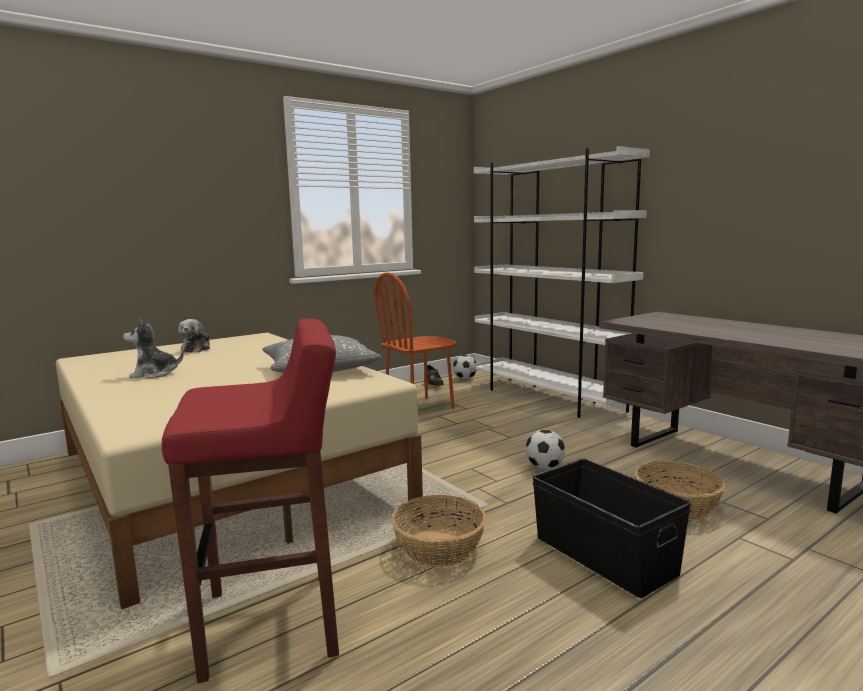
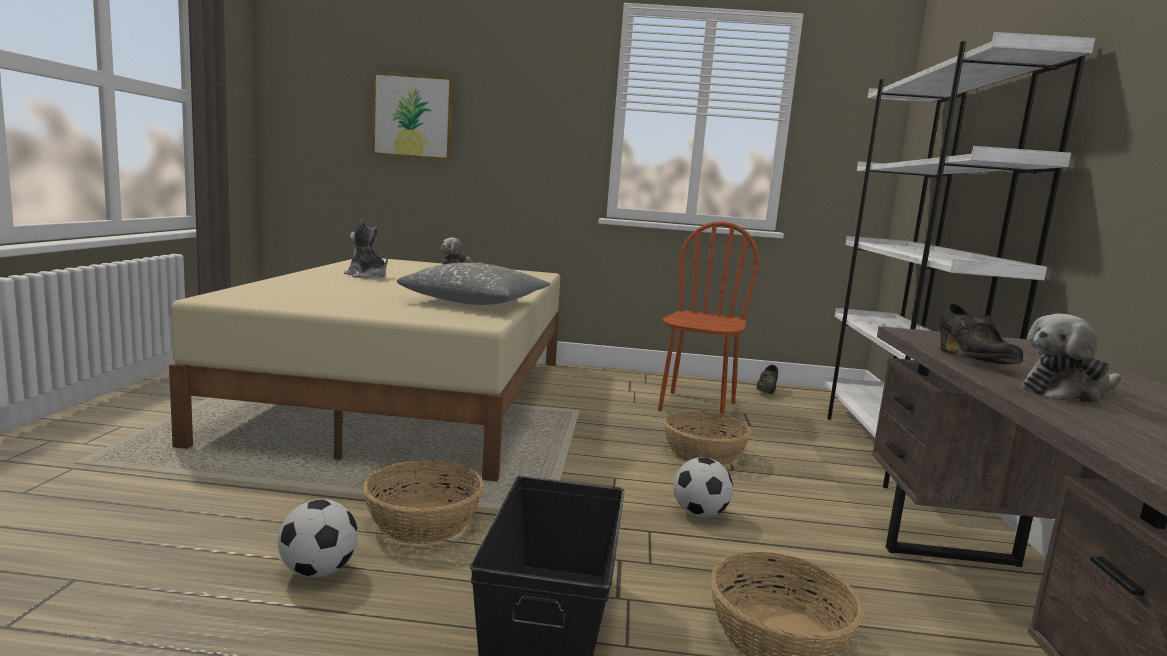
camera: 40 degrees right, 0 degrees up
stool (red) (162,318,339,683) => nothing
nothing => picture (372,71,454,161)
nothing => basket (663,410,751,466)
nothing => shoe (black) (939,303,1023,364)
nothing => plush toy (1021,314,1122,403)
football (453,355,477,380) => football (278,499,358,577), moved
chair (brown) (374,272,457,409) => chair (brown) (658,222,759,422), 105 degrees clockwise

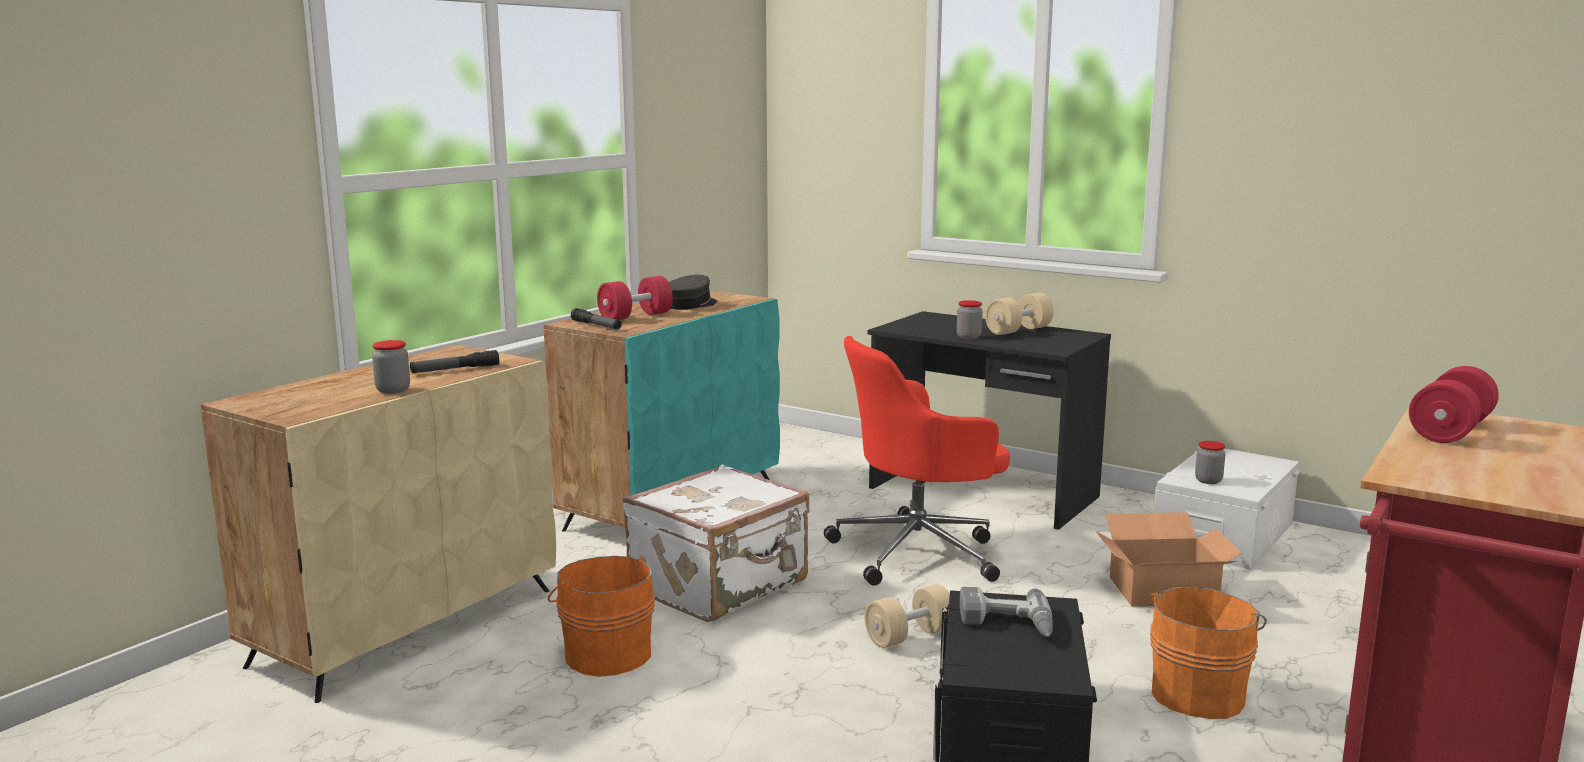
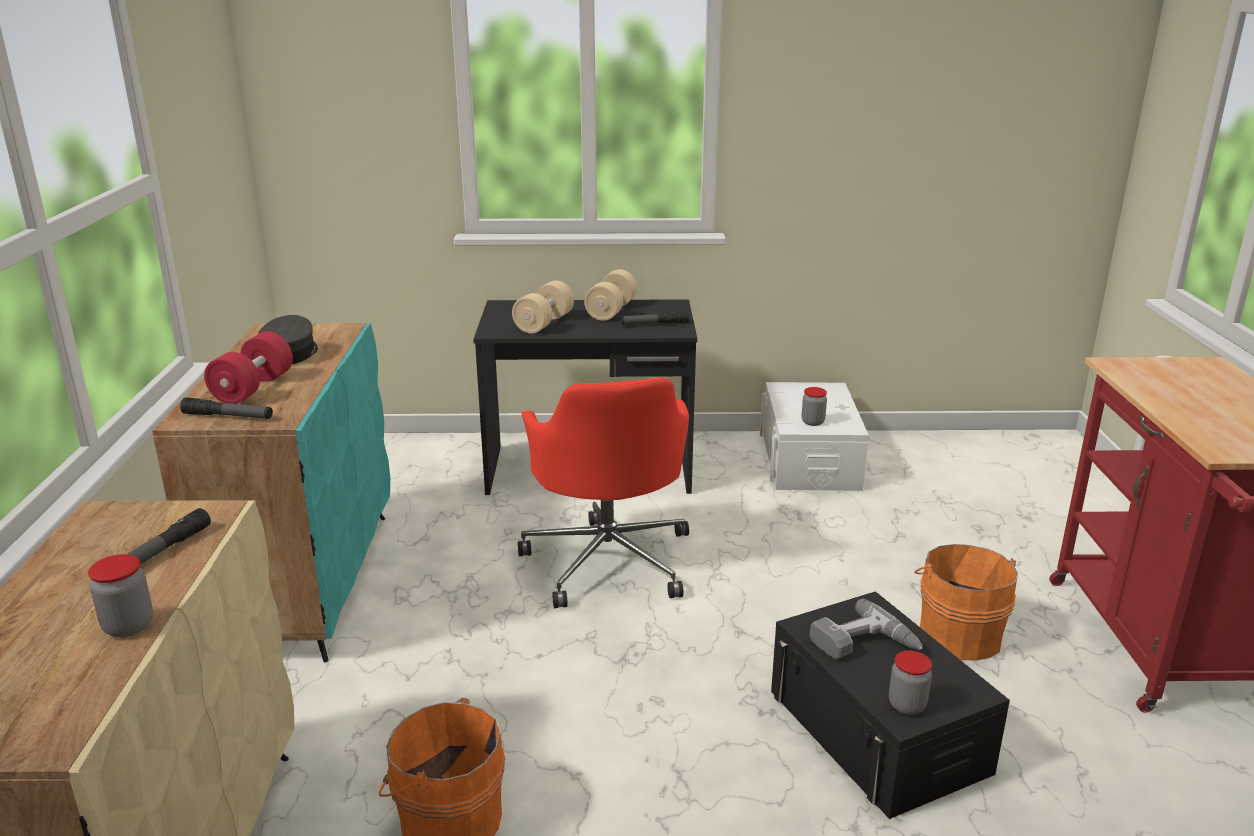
camera: 35 degrees left, 10 degrees up
suitcase (white) (623,464,809,622) => nothing
cardboard box (1096,512,1243,606) => nothing
dumbbell (red) (1409,366,1499,443) => nothing
nothing => flashlight (621,311,689,325)
dumbbell (beige) (865,584,950,648) => dumbbell (beige) (512,281,574,334), moved
jar (957,300,983,339) => jar (889,651,932,715), moved
office chair (red) (824,336,1010,586) => office chair (red) (518,377,689,608), 45 degrees counterclockwise

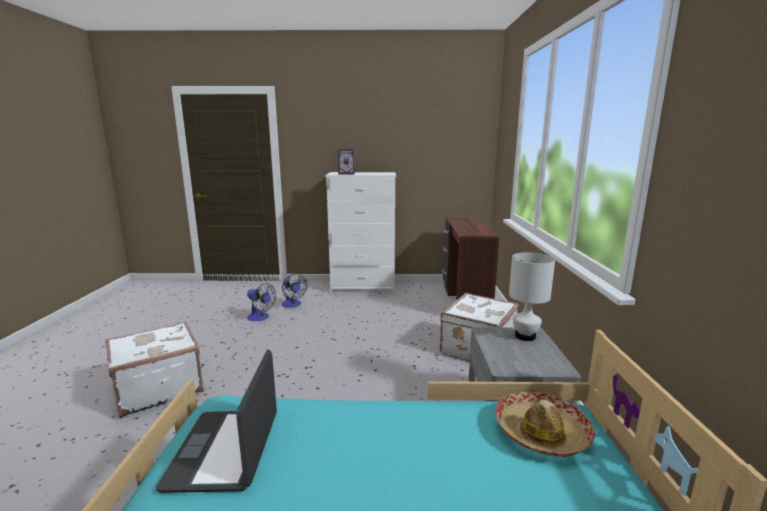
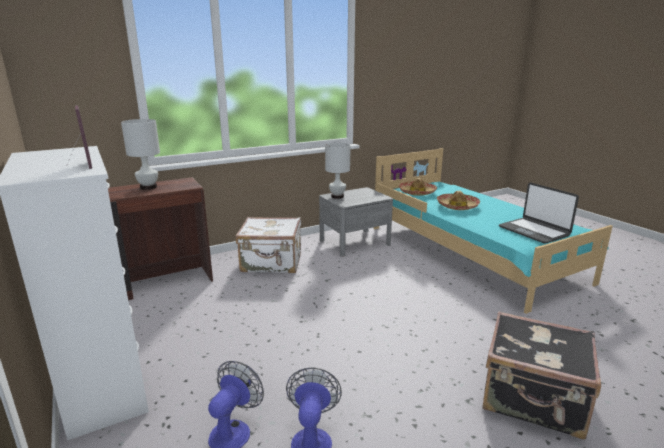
camera: 120 degrees left, 5 degrees up
nothing => table lamp (white) (121,119,160,190)
nothing => hat (437,191,480,210)
suitcase (white) (105,321,204,418) => suitcase (black) (482,311,601,439)
laptop (156,350,277,493) => laptop (499,183,579,244), 90 degrees clockwise

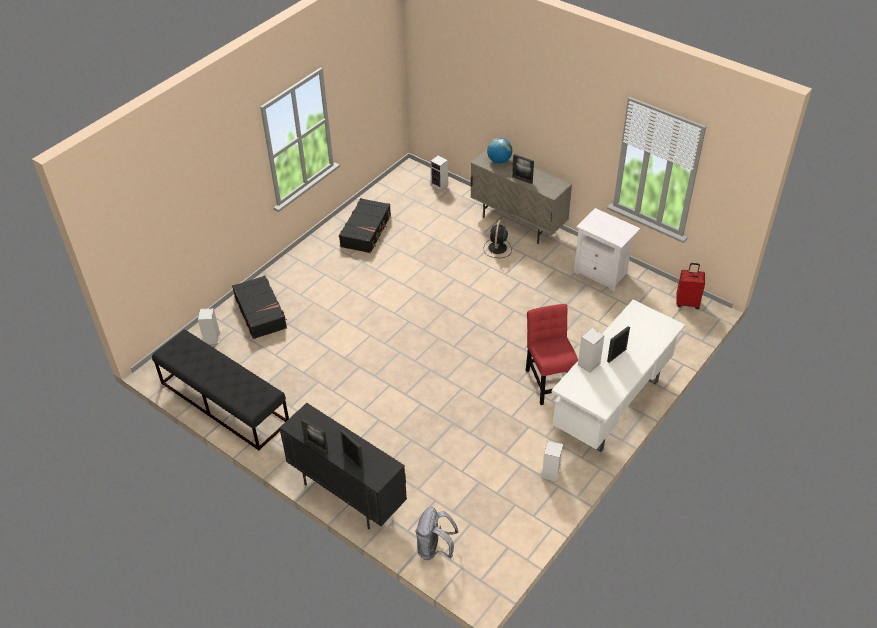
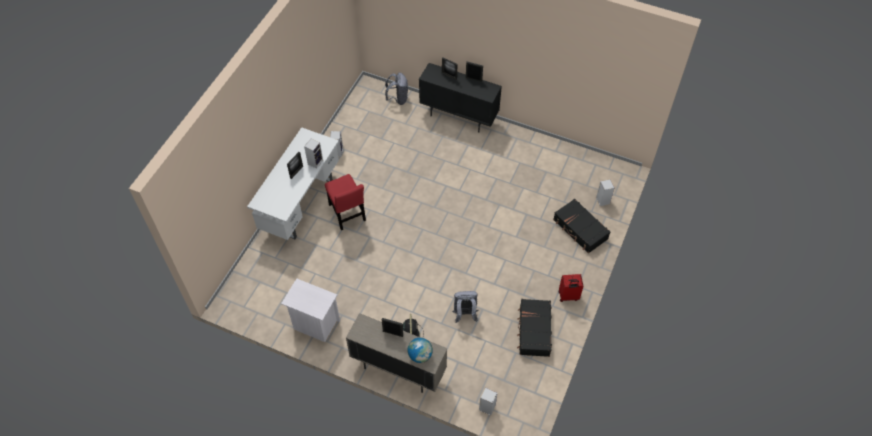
camera: 165 degrees right, 10 degrees up
bench (black) (152,330,289,451) => nothing
nothing => backpack (grey) (452,291,478,323)
suitcase (red) (676,263,705,310) => suitcase (red) (558,274,583,302), moved

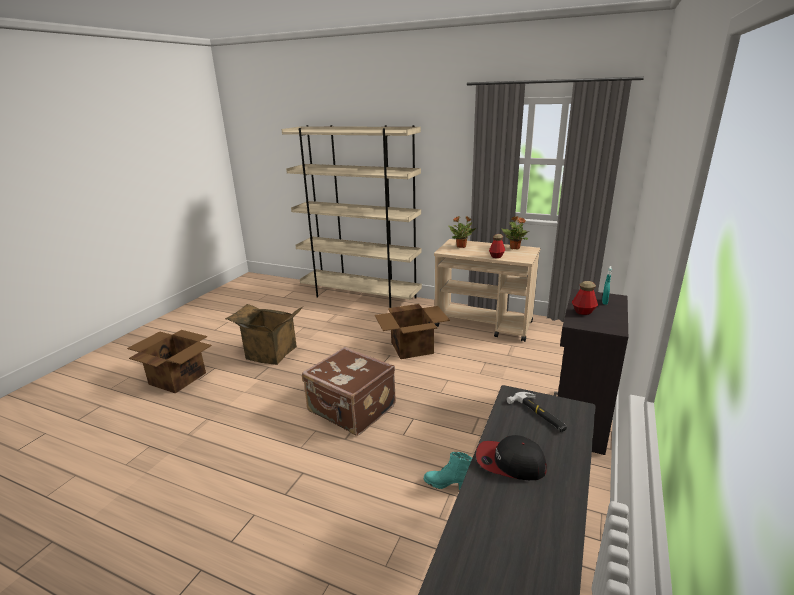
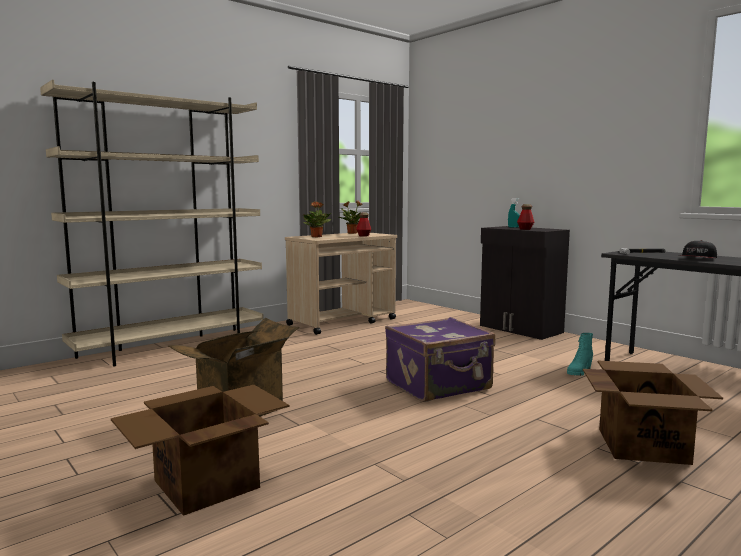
camera: 65 degrees left, 15 degrees down
cardboard box (375,304,450,359) => cardboard box (583,361,723,465), moved
suitcase (brown) (302,347,396,436) => suitcase (purple) (385,317,495,402)

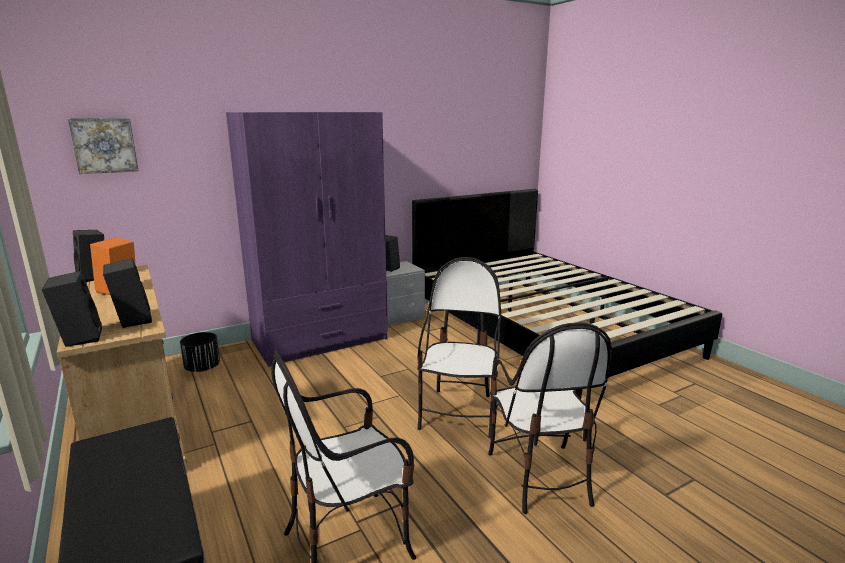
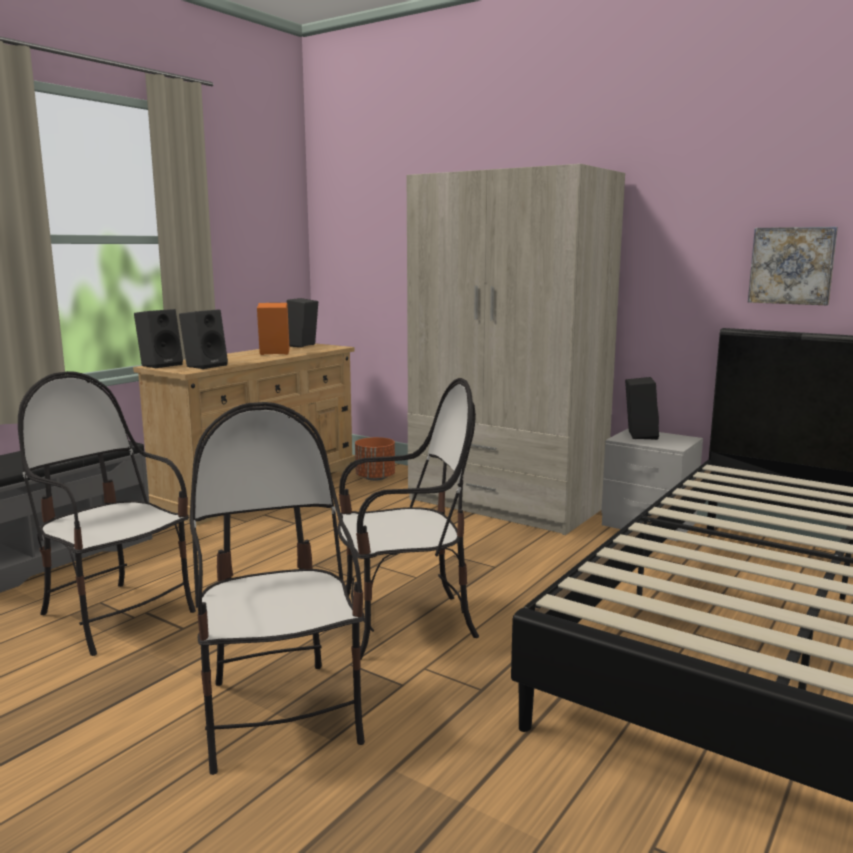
camera: 65 degrees right, 5 degrees down
picture (68,118,139,174) => picture (748,227,838,305), moved
planter (black) (180,332,220,372) => planter (orange) (355,437,395,481)
wardrobe (purple) (226,112,388,367) => wardrobe (beige) (407,164,625,535)
chair (488,322,612,514) => chair (190,402,365,775), 105 degrees clockwise

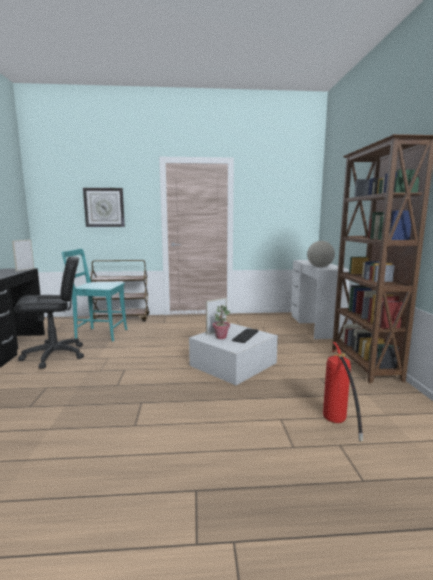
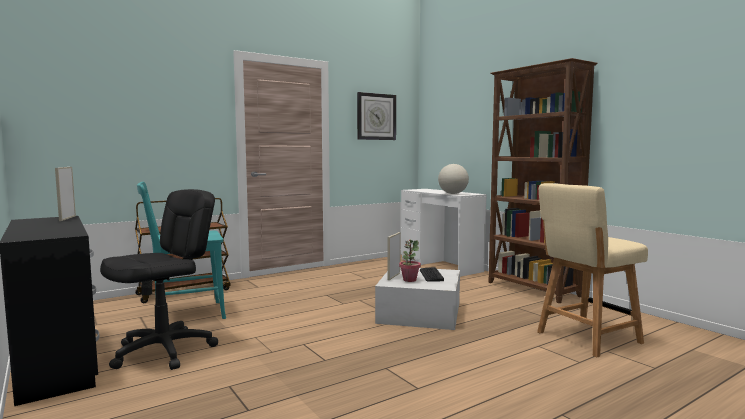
camera: 30 degrees left, 5 degrees down
wall clock (83,188,125,227) => wall clock (357,92,396,140), moved
fire extinguisher (323,342,363,442) => chair (beige) (537,183,648,358)

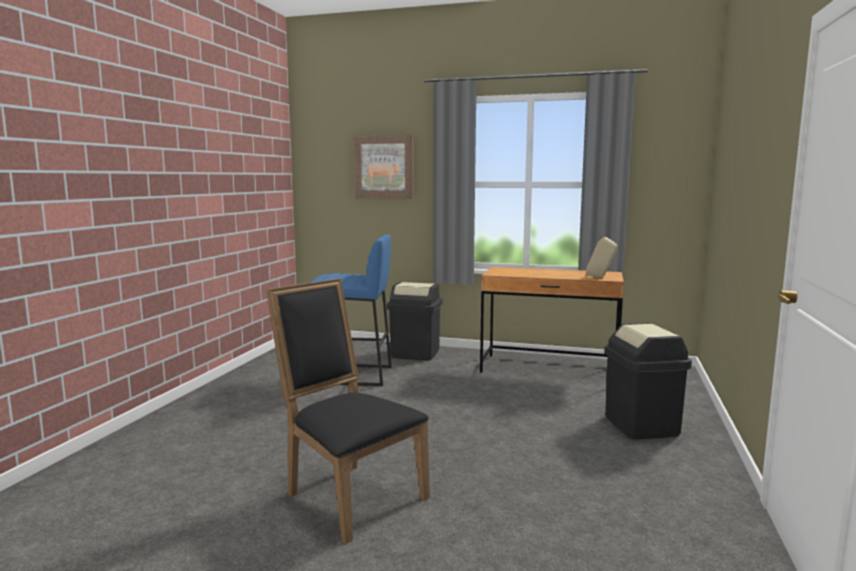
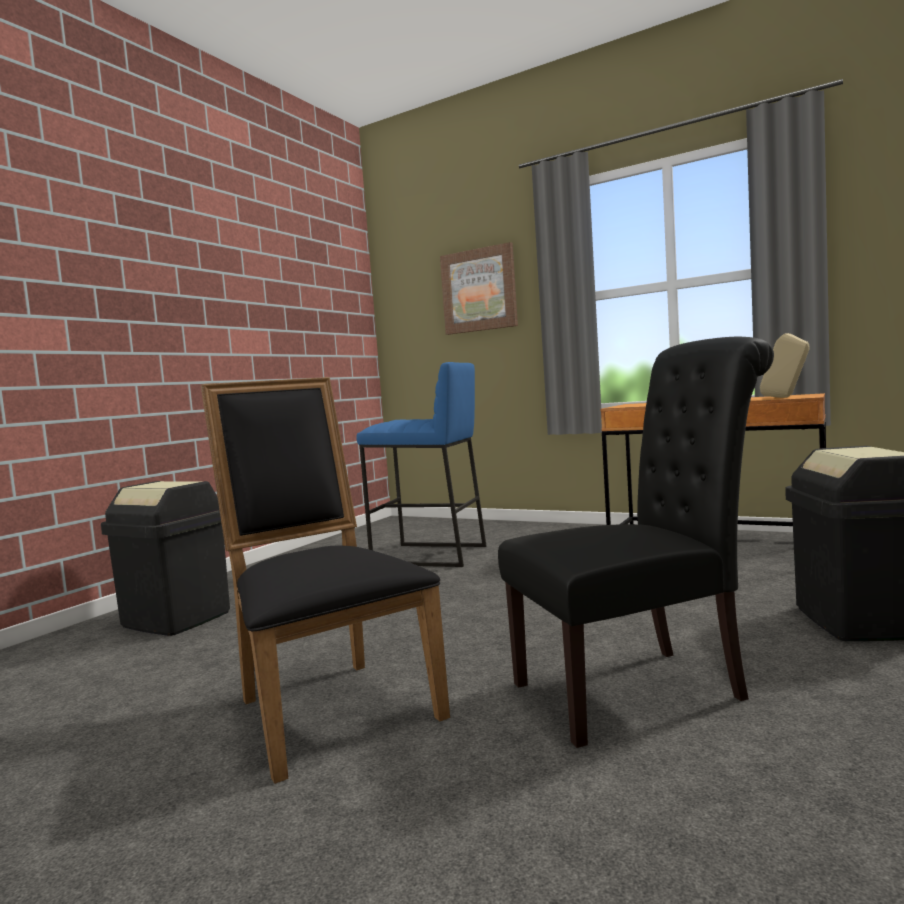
camera: 15 degrees right, 5 degrees down
nothing => chair (black) (498,337,774,748)
trash can (black) (387,282,443,361) => trash can (black) (101,481,230,636), moved

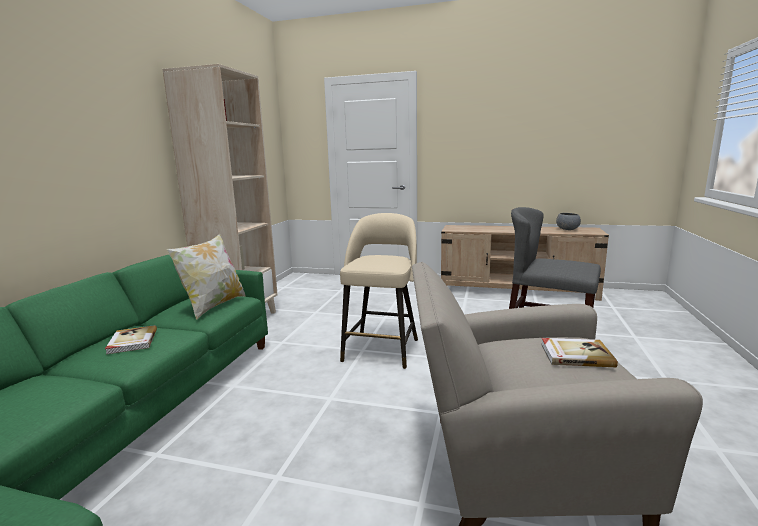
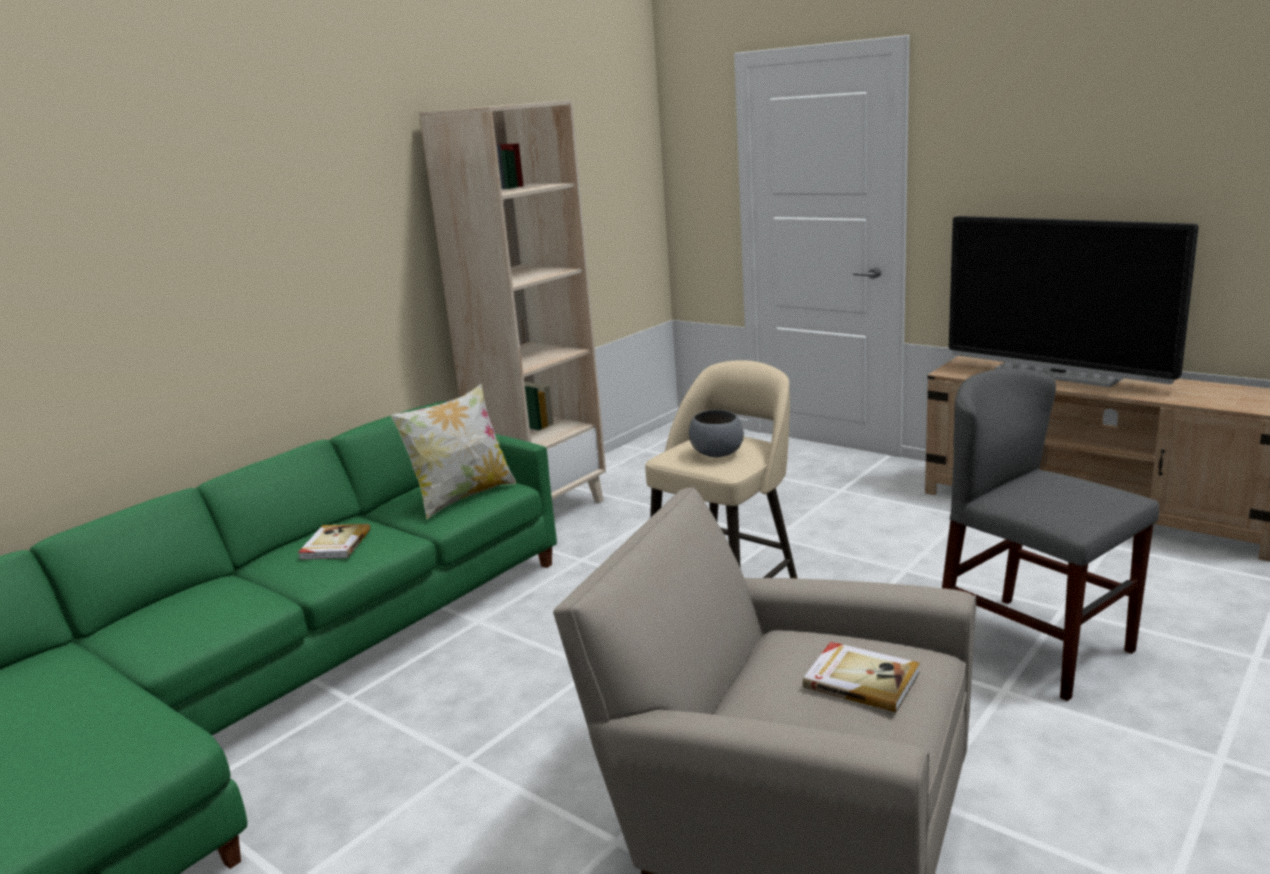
camera: 25 degrees right, 5 degrees up
nothing => television (949,216,1199,388)
bowl (grey) (556,213,581,230) => bowl (grey) (689,410,744,457), moved

